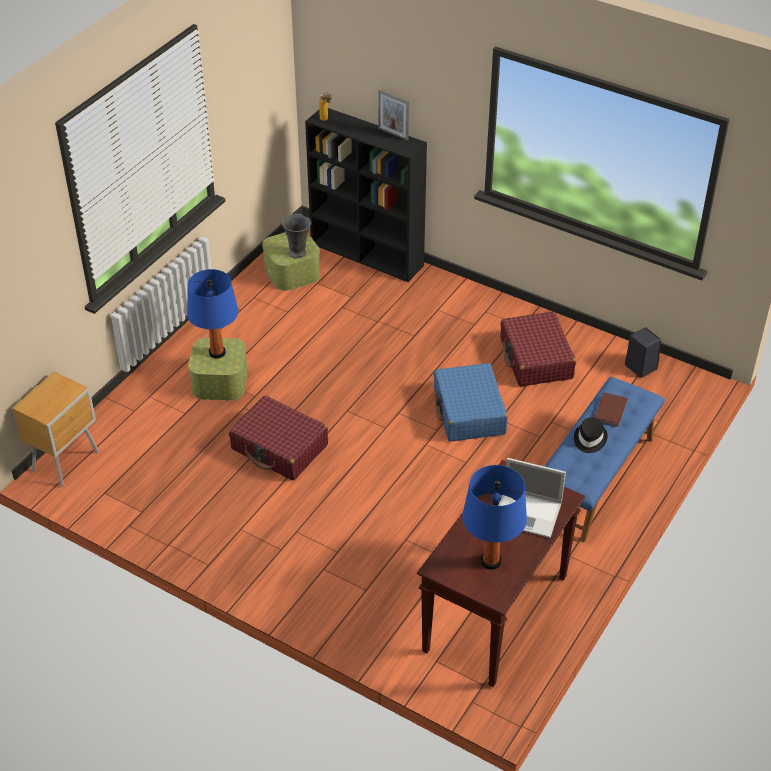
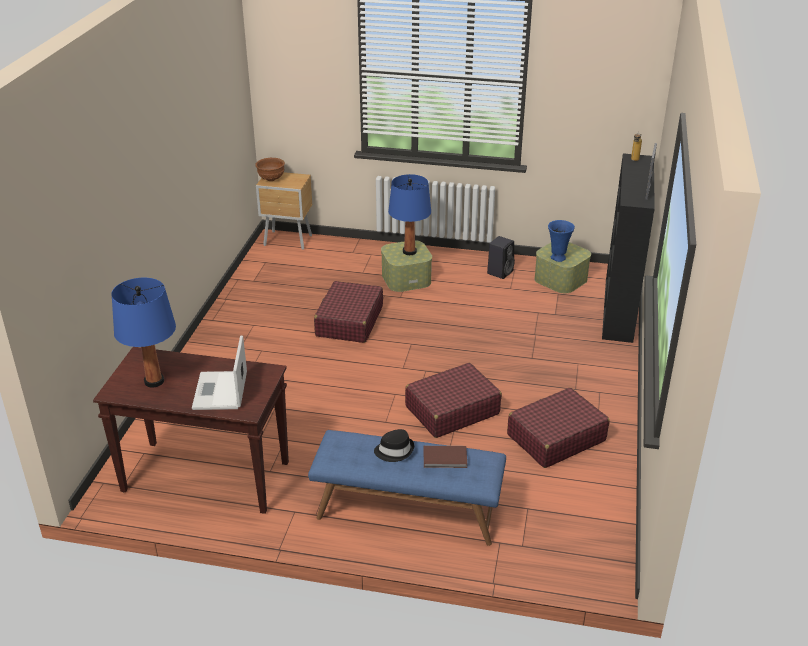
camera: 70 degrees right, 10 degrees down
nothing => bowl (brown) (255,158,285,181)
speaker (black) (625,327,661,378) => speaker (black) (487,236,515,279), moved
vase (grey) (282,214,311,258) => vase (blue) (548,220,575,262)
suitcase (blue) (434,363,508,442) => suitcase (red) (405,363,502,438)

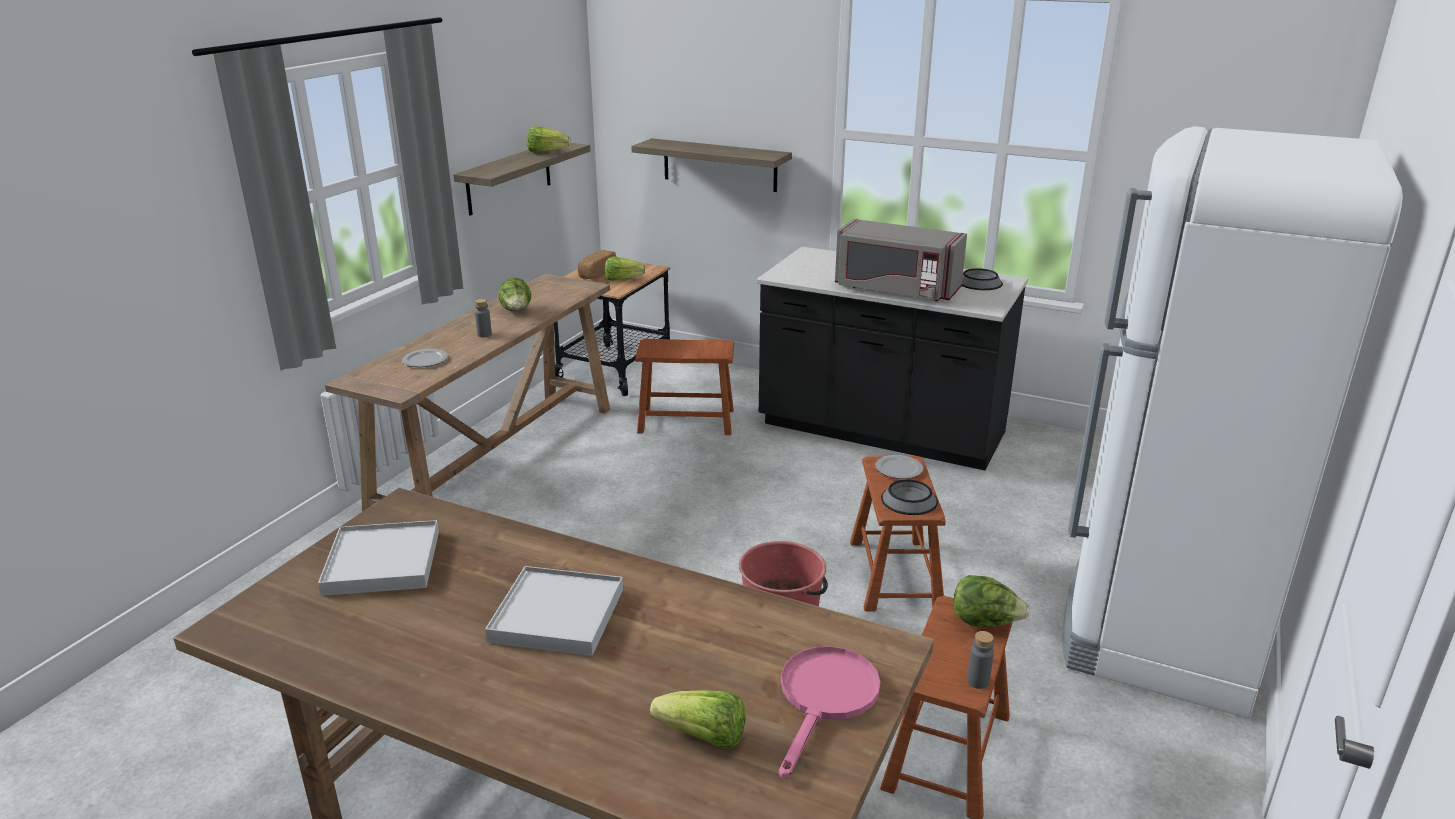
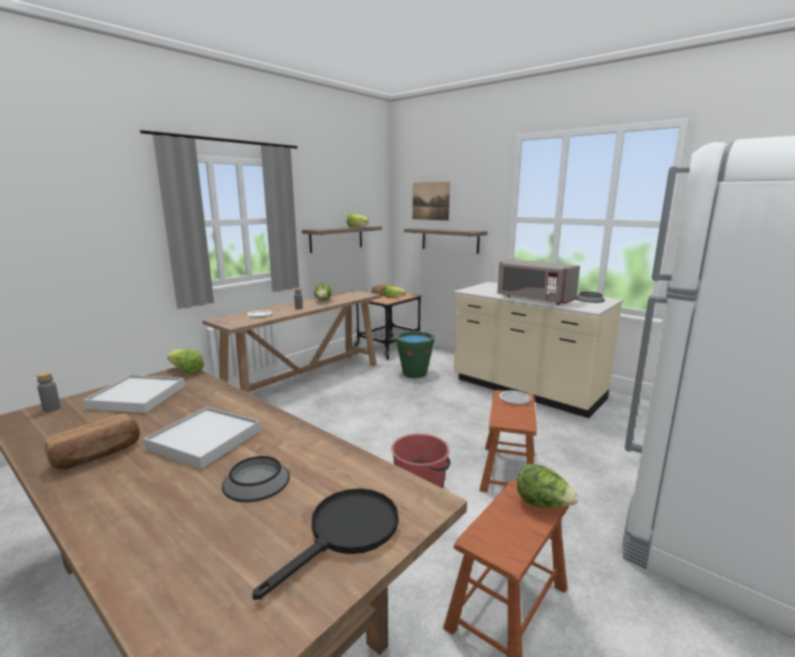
camera: 15 degrees right, 10 degrees down
nothing => bread (45,414,140,470)
nothing => picture (413,182,450,221)
lettuce (650,690,745,749) => lettuce (167,349,204,374), moved
bowl (881,480,938,515) => bowl (222,456,290,502), moved
bottle (grey) (967,631,994,689) => bottle (grey) (36,372,61,412), moved
stool (brown) (635,339,734,435) => bucket (green) (395,331,435,378)
counter (black) (756,247,1028,471) => counter (beige) (454,282,623,418)
frying pan (pink) (779,646,880,779) => frying pan (black) (252,488,399,600)

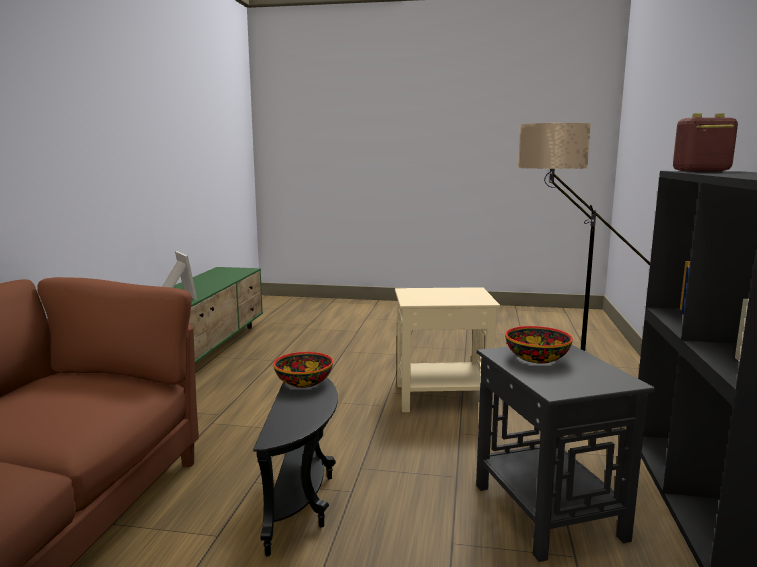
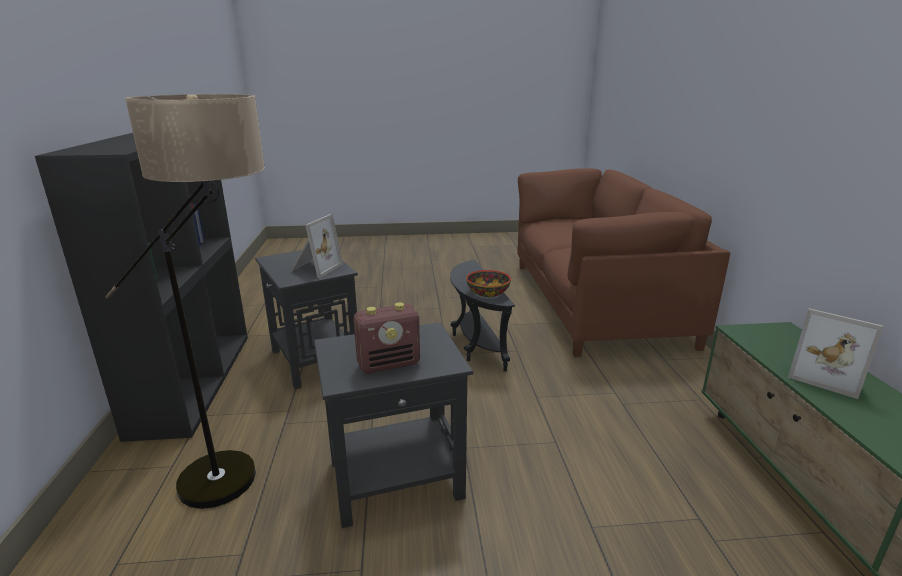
camera: 165 degrees right, 10 degrees up
radio (673,113,738,171) => radio (354,302,420,374), moved
bowl (505,326,573,364) => picture frame (290,214,343,278)
side table (beige) (395,287,501,412) => side table (black) (314,322,473,528)

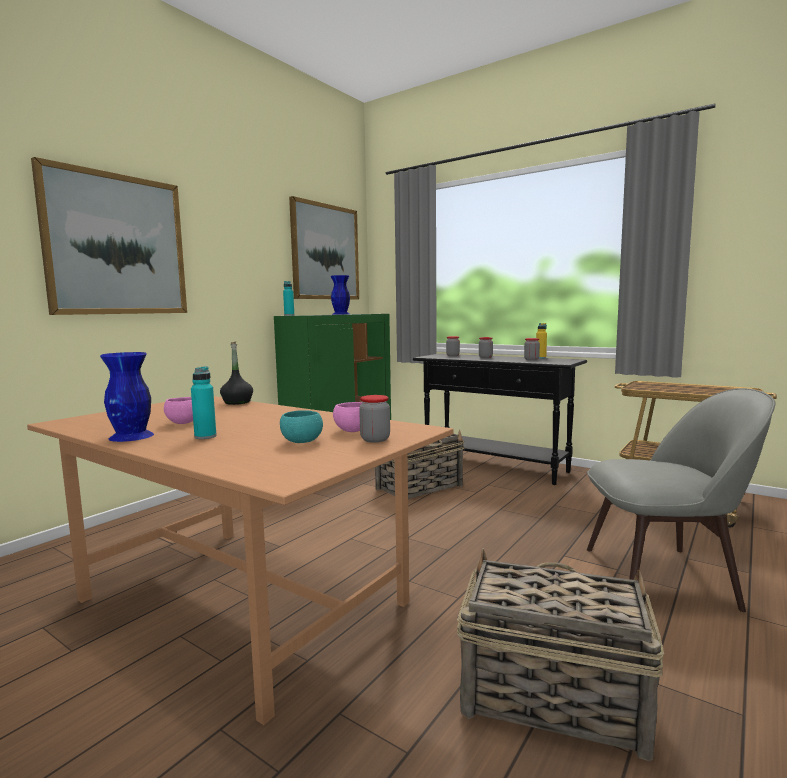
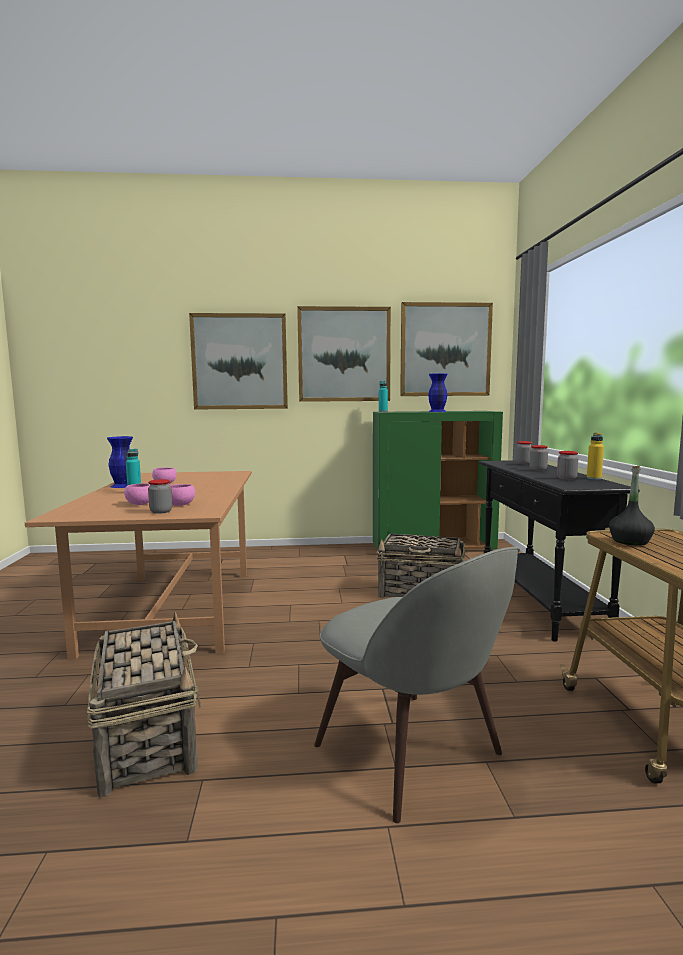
camera: 50 degrees right, 0 degrees up
nothing => picture (297,306,391,402)
bottle (black) (220,342,253,405) => bottle (black) (609,466,655,545), moved
bowl (turquoise) (280,410,323,443) => bowl (pink) (124,483,150,505)

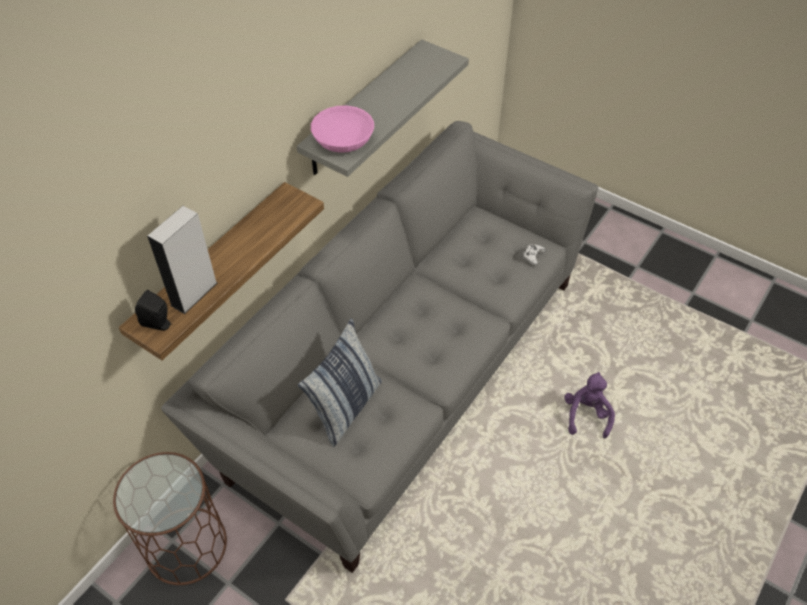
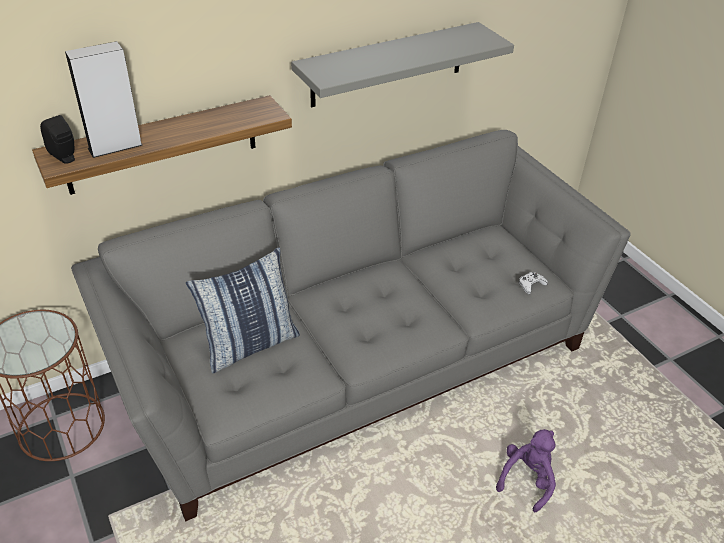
camera: 25 degrees right, 10 degrees down
bowl (pink) (311,105,374,153) => nothing

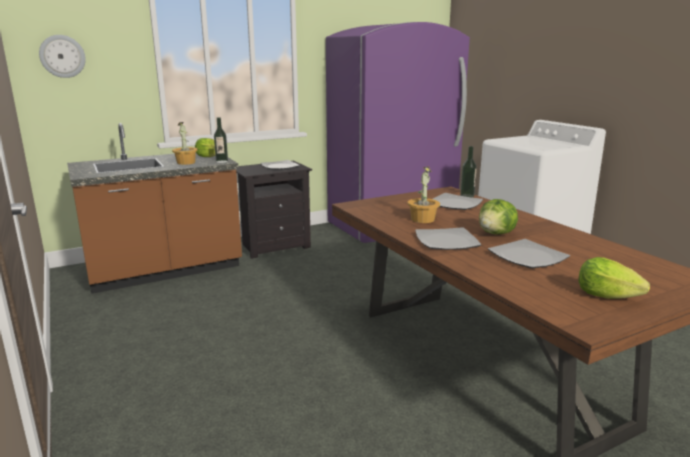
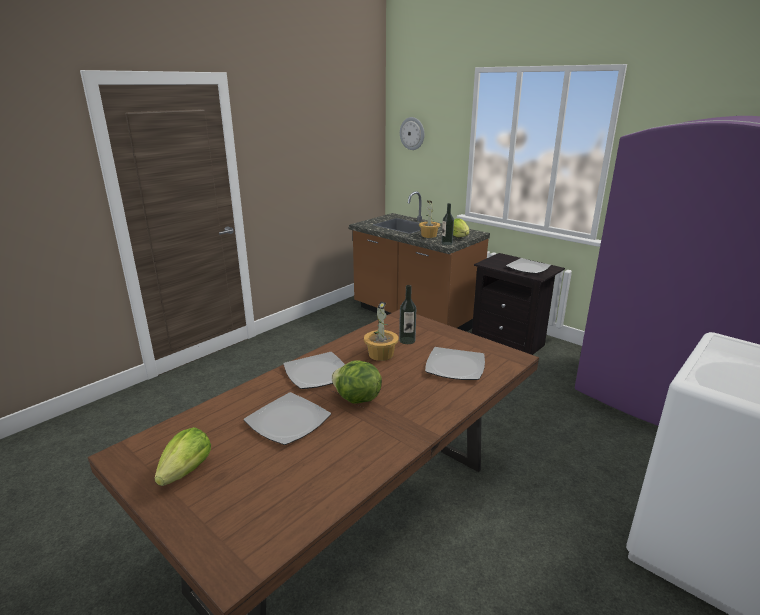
camera: 70 degrees right, 5 degrees up
bottle (460,146,477,198) => bottle (399,285,416,344), moved

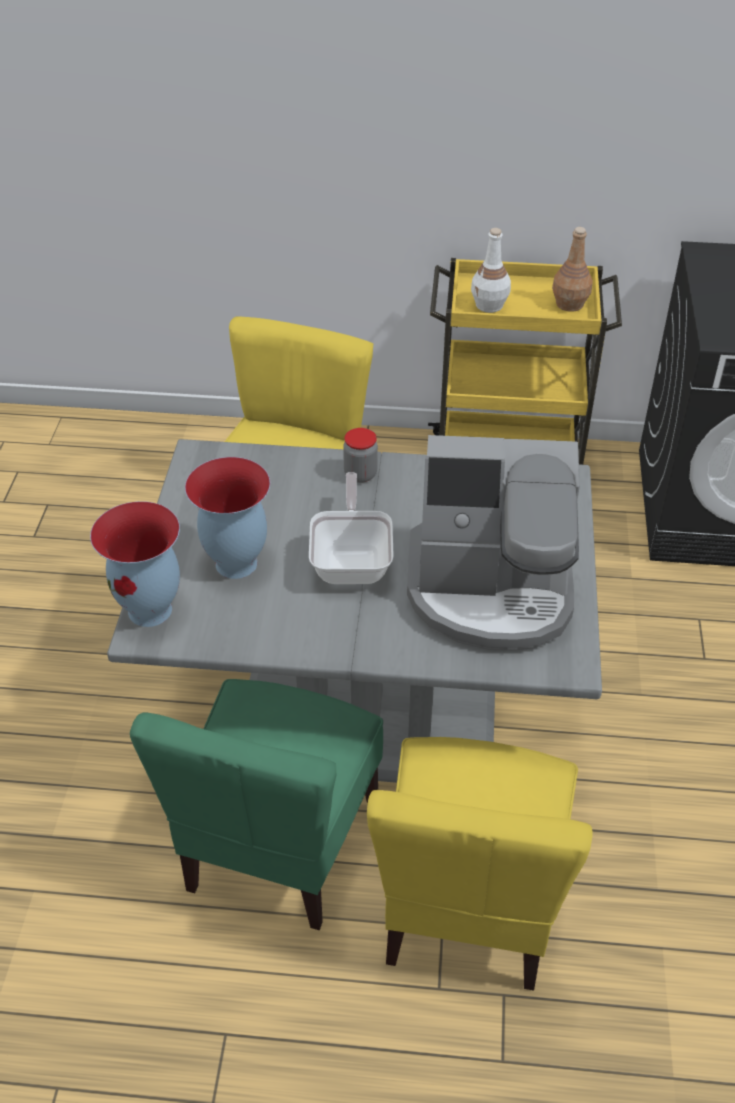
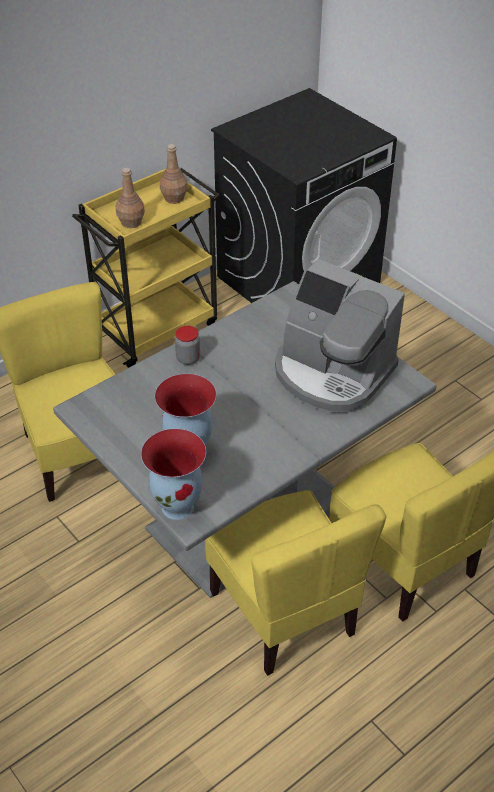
camera: 45 degrees left, 0 degrees up
frying pan (309,472,394,584) => nothing
chair (green) (130,679,383,930) => chair (yellow) (205,490,387,676)
bottle (white) (471,228,511,313) => bottle (brown) (116,168,145,228)
coffee machine (407,435,580,651) => coffee machine (275,259,405,413), 75 degrees clockwise

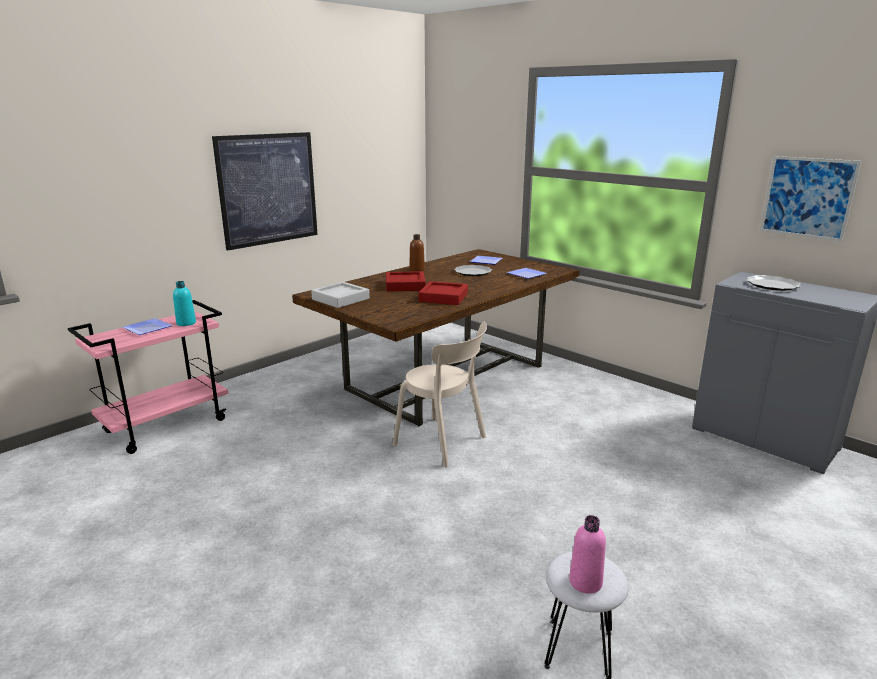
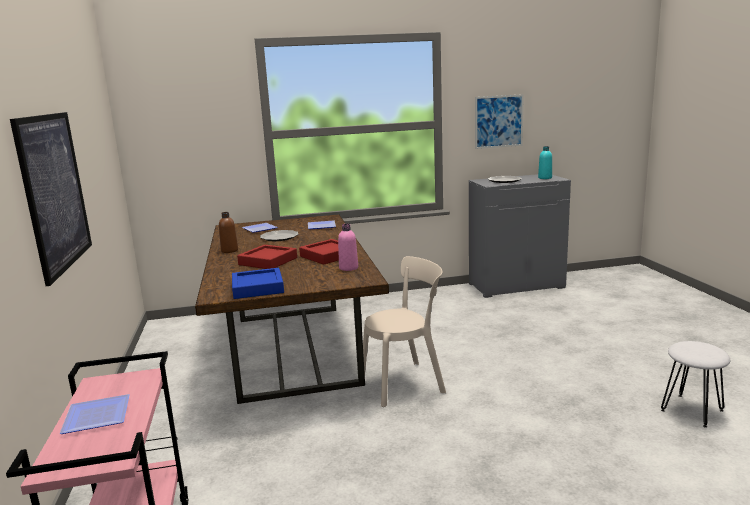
camera: 55 degrees left, 5 degrees down
bottle (turquoise) (173,281,196,326) => bottle (turquoise) (538,146,552,179), moved
bottle (pink) (569,515,606,594) => bottle (pink) (338,224,358,271), moved
tray (grey) (311,282,370,308) => tray (blue) (232,268,284,299)

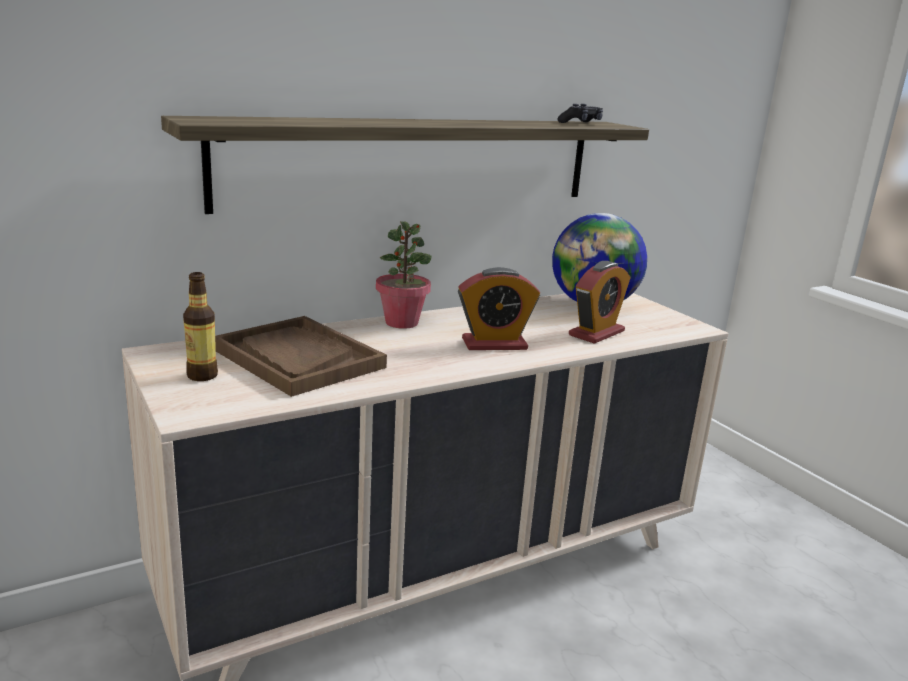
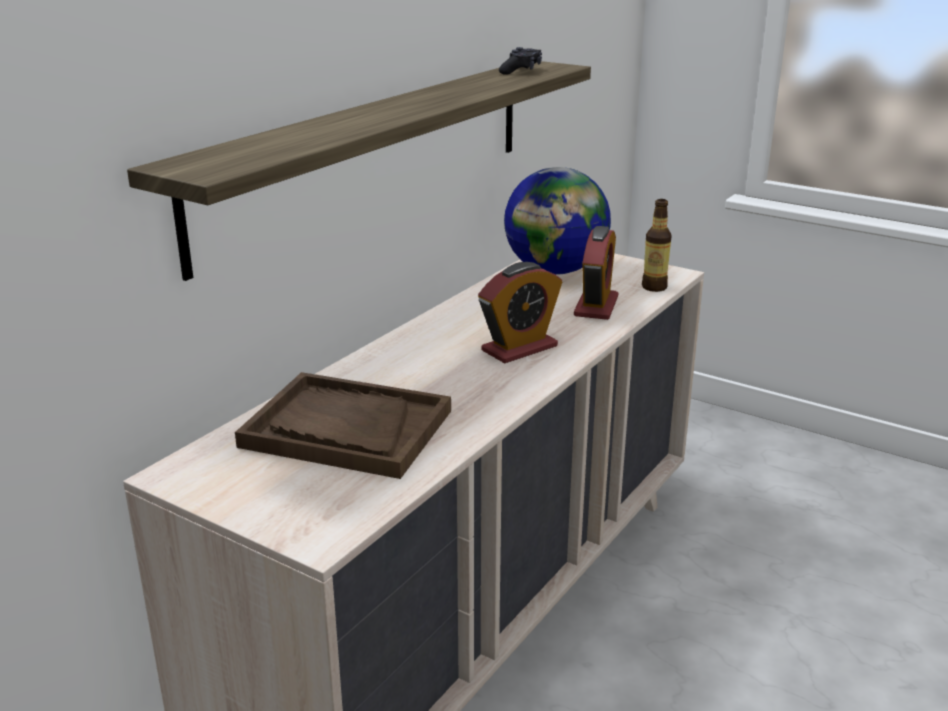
camera: 25 degrees left, 5 degrees up
potted plant (376,221,432,329) => nothing
bottle (183,272,218,381) => bottle (642,199,671,292), moved

